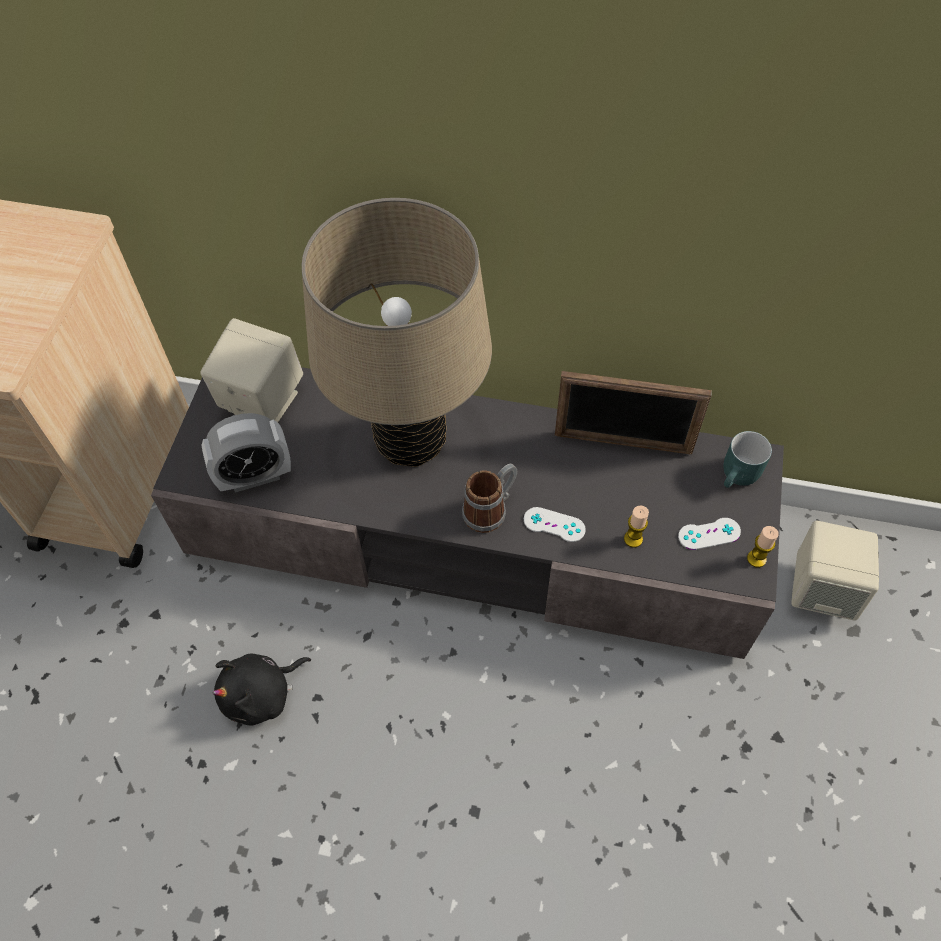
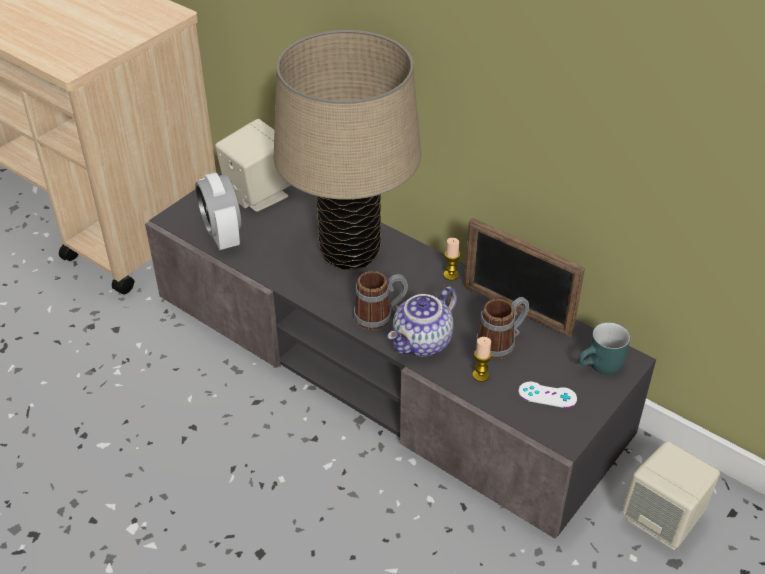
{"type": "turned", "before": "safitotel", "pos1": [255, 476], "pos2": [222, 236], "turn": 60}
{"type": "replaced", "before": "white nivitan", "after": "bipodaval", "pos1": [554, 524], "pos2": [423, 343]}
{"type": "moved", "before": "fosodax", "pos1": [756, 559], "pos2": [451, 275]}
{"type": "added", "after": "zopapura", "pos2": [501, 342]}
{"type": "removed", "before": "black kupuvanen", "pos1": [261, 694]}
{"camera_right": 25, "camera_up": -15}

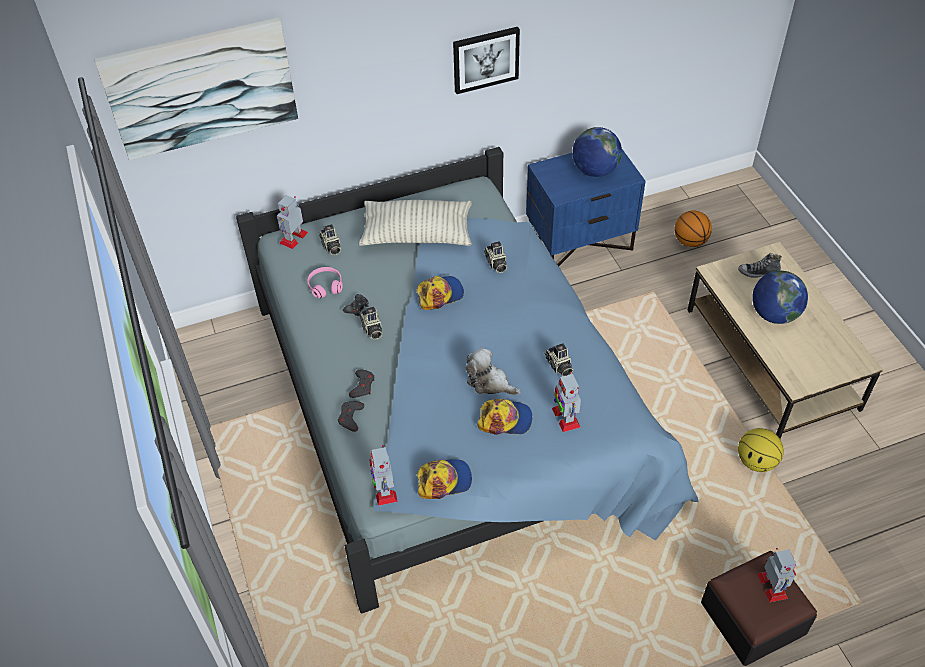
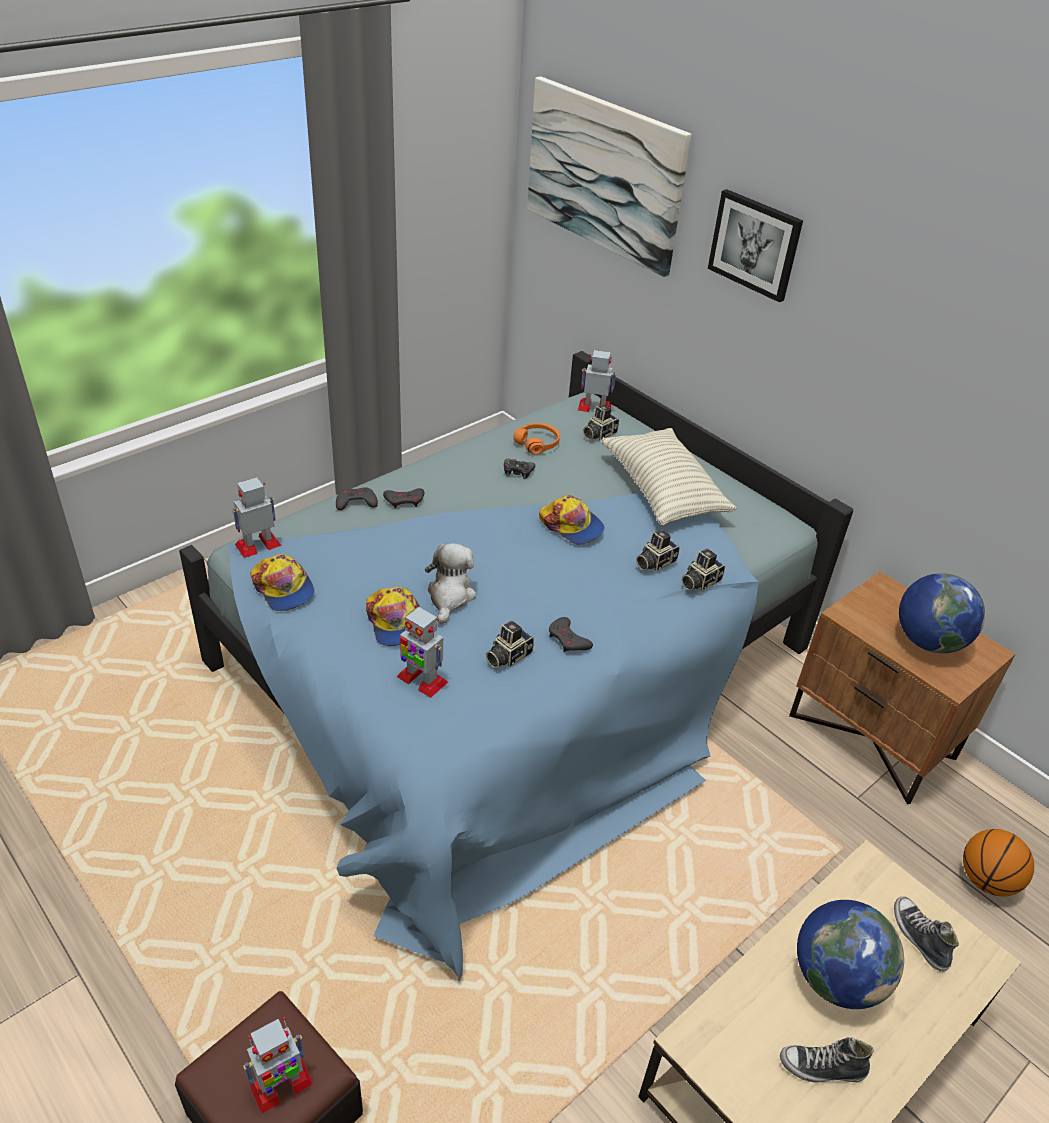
{"type": "turned", "before": "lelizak", "pos1": [565, 417], "pos2": [421, 679], "turn": -105}
{"type": "recoloured", "before": "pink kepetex", "after": "orange kepetex", "pos1": [325, 286], "pos2": [537, 443]}
{"type": "added", "after": "grey nivitan", "pos2": [568, 639]}
{"type": "moved", "before": "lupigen", "pos1": [372, 329], "pos2": [699, 582]}
{"type": "moved", "before": "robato", "pos1": [485, 59], "pos2": [755, 244]}
{"type": "added", "after": "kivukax", "pos2": [822, 1068]}
{"type": "recoloured", "before": "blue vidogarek", "after": "brown vidogarek", "pos1": [580, 242], "pos2": [873, 736]}
{"type": "removed", "before": "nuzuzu", "pos1": [756, 462]}
{"camera_right": 65, "camera_up": -10}

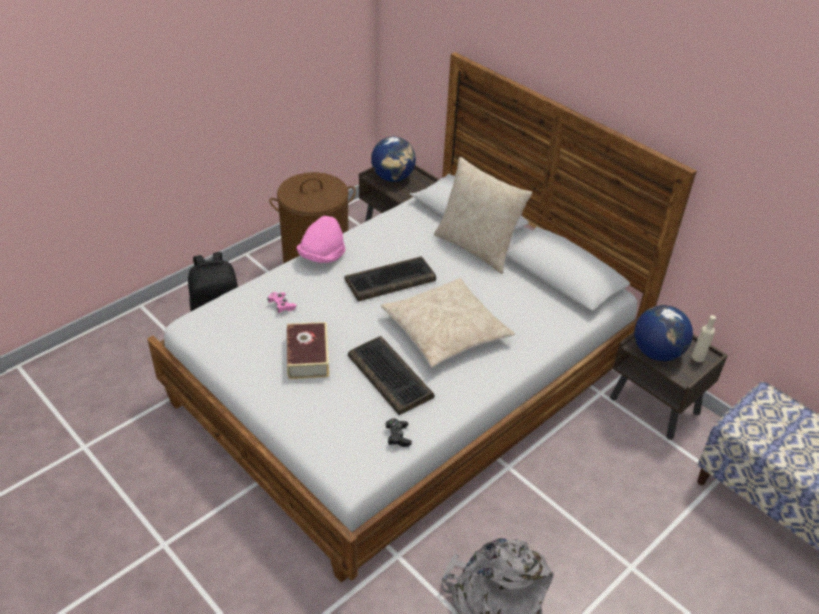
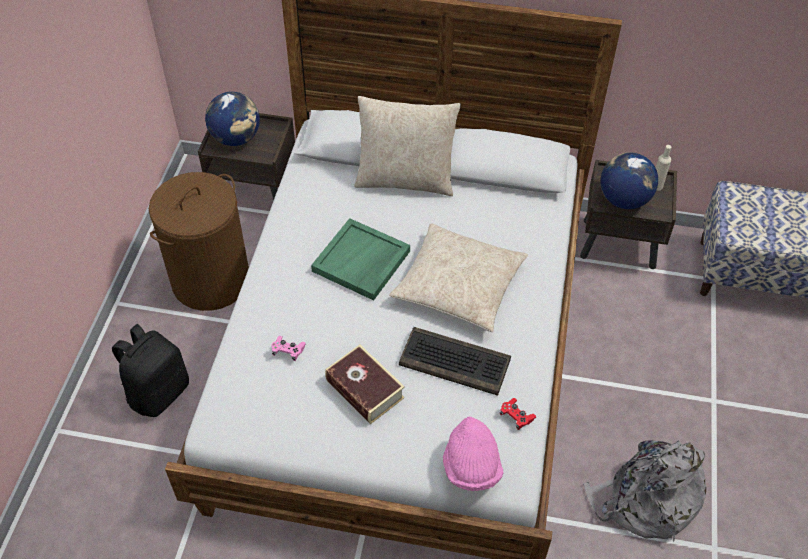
{"type": "replaced", "before": "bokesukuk", "after": "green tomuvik", "pos1": [389, 280], "pos2": [361, 262]}
{"type": "moved", "before": "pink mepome", "pos1": [322, 256], "pos2": [471, 467]}
{"type": "recoloured", "before": "black nivitan", "after": "red nivitan", "pos1": [398, 436], "pos2": [516, 417]}
{"camera_right": -35, "camera_up": 10}

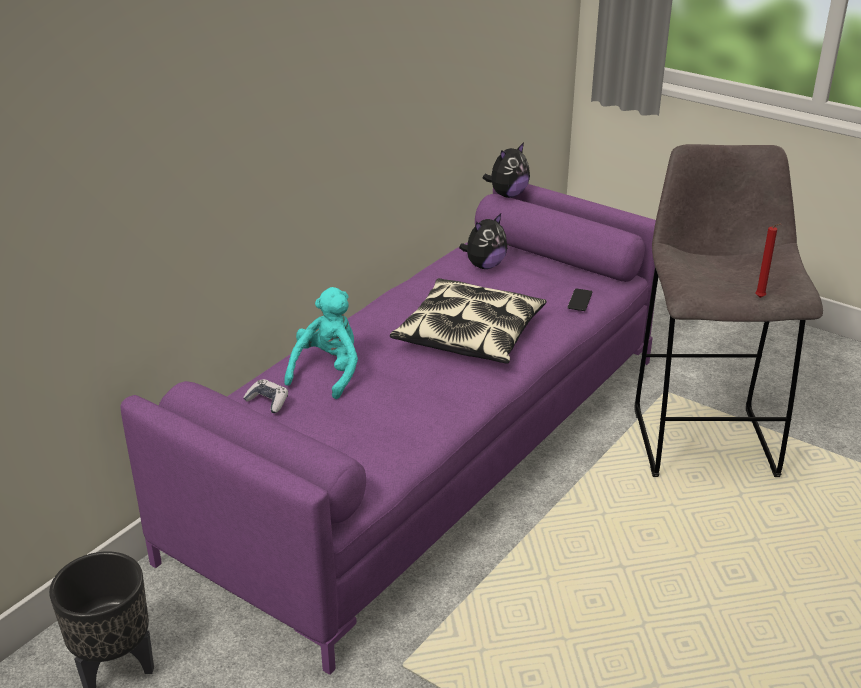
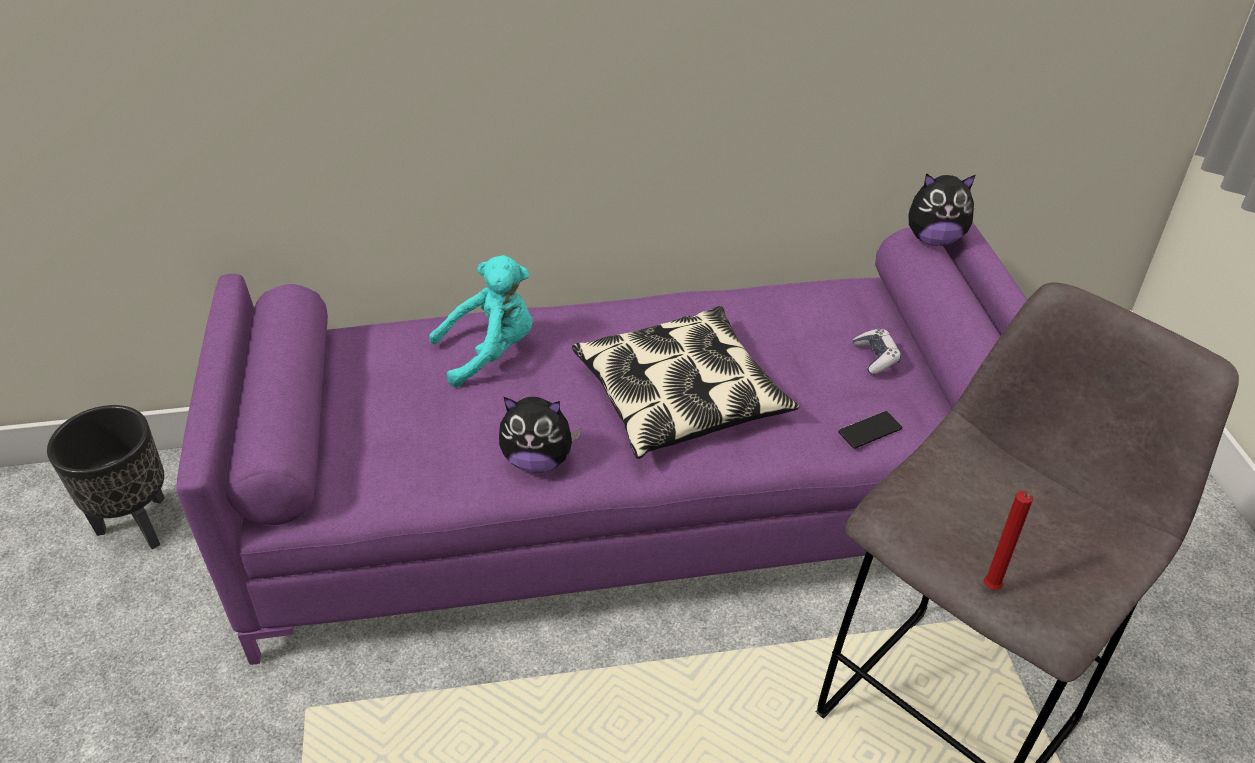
{"type": "moved", "before": "kupuvanen", "pos1": [484, 265], "pos2": [538, 460]}
{"type": "moved", "before": "nivitan", "pos1": [268, 401], "pos2": [875, 357]}
{"camera_right": 45, "camera_up": 10}

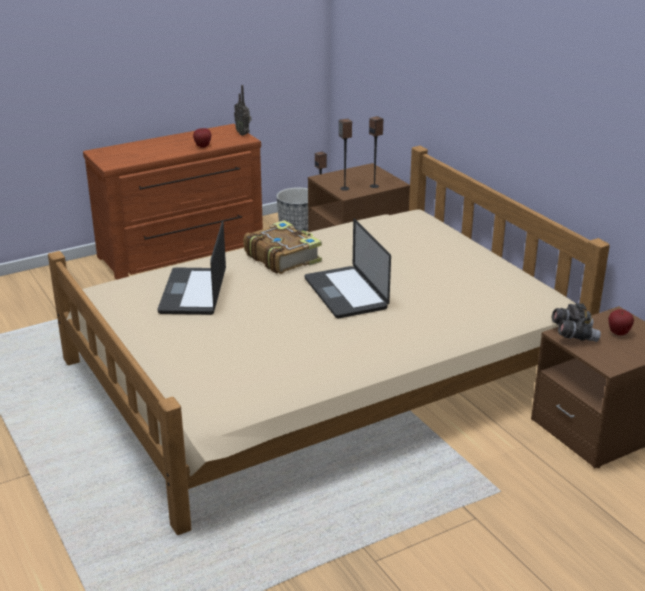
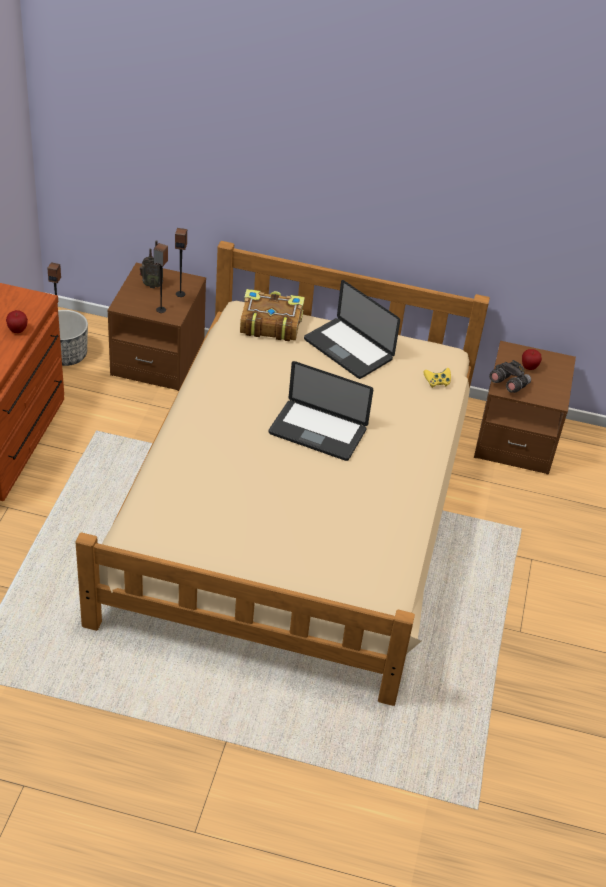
{"type": "moved", "before": "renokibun", "pos1": [243, 134], "pos2": [152, 285]}
{"type": "moved", "before": "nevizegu", "pos1": [282, 257], "pos2": [270, 323]}
{"type": "moved", "before": "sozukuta", "pos1": [193, 293], "pos2": [348, 349]}
{"type": "added", "after": "yellow nivitan", "pos2": [437, 382]}
{"camera_right": -50, "camera_up": 15}

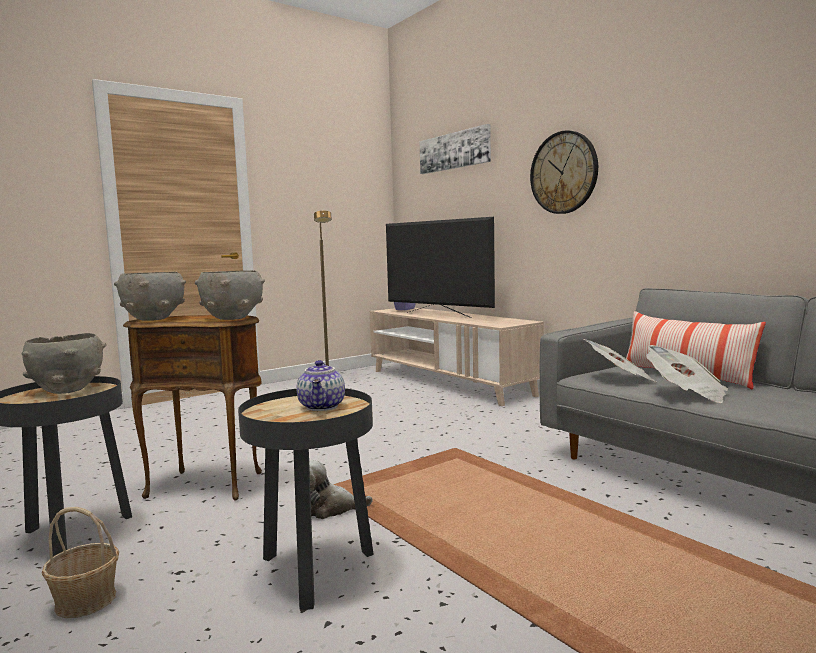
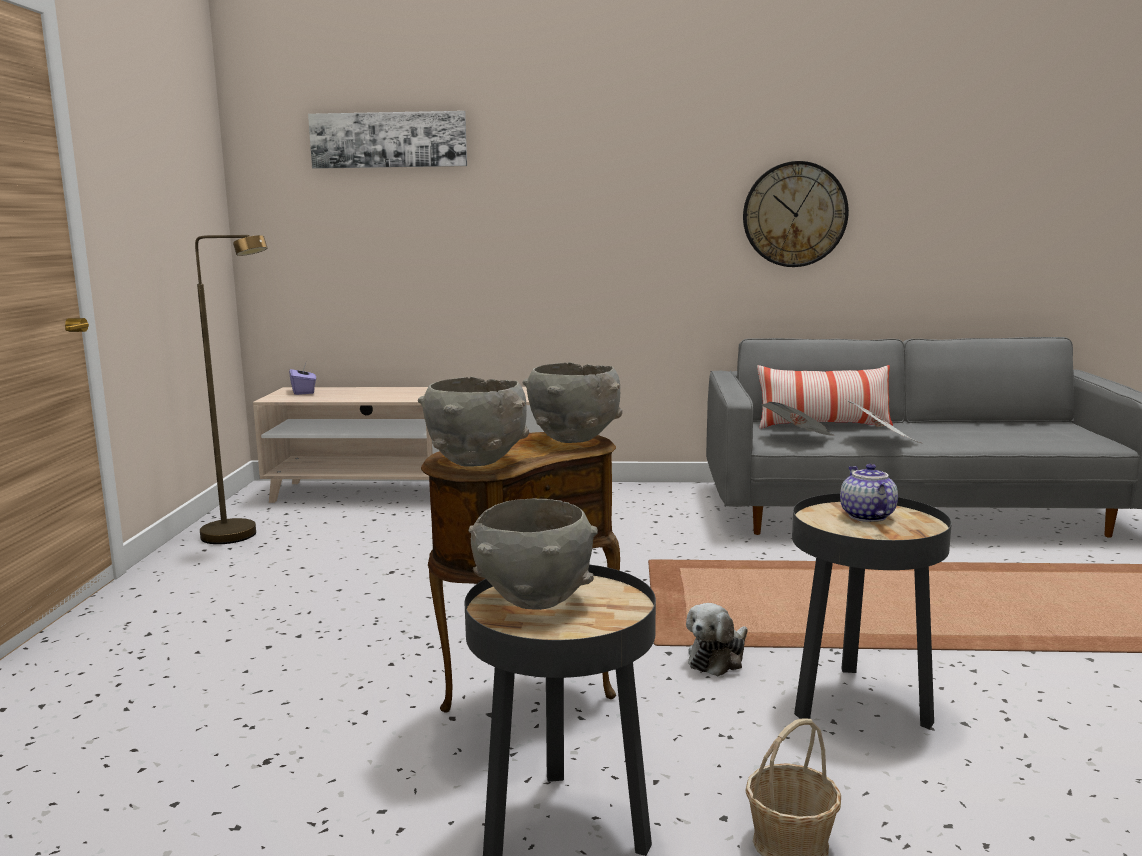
{"type": "moved", "before": "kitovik", "pos1": [564, 173], "pos2": [794, 214]}
{"type": "turned", "before": "bipodaval", "pos1": [323, 407], "pos2": [865, 516], "turn": -135}
{"type": "removed", "before": "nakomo", "pos1": [438, 315]}
{"camera_right": -50, "camera_up": 5}

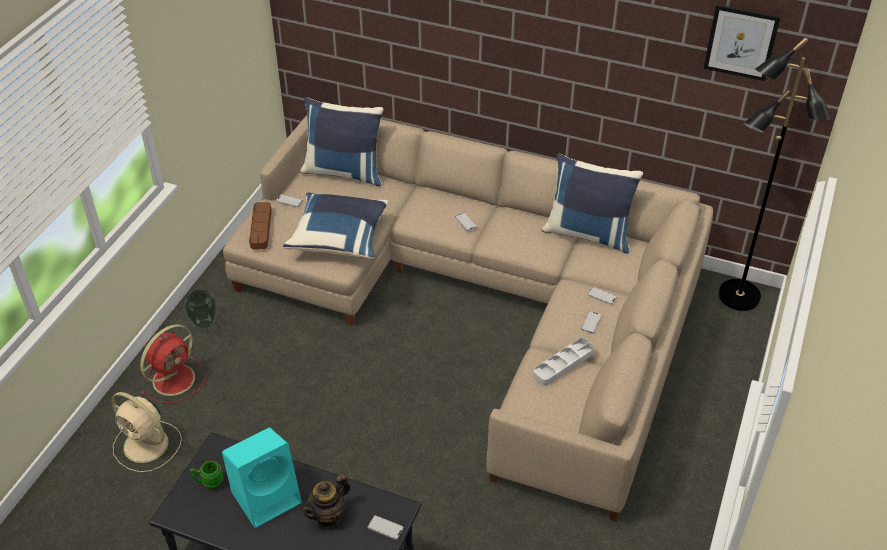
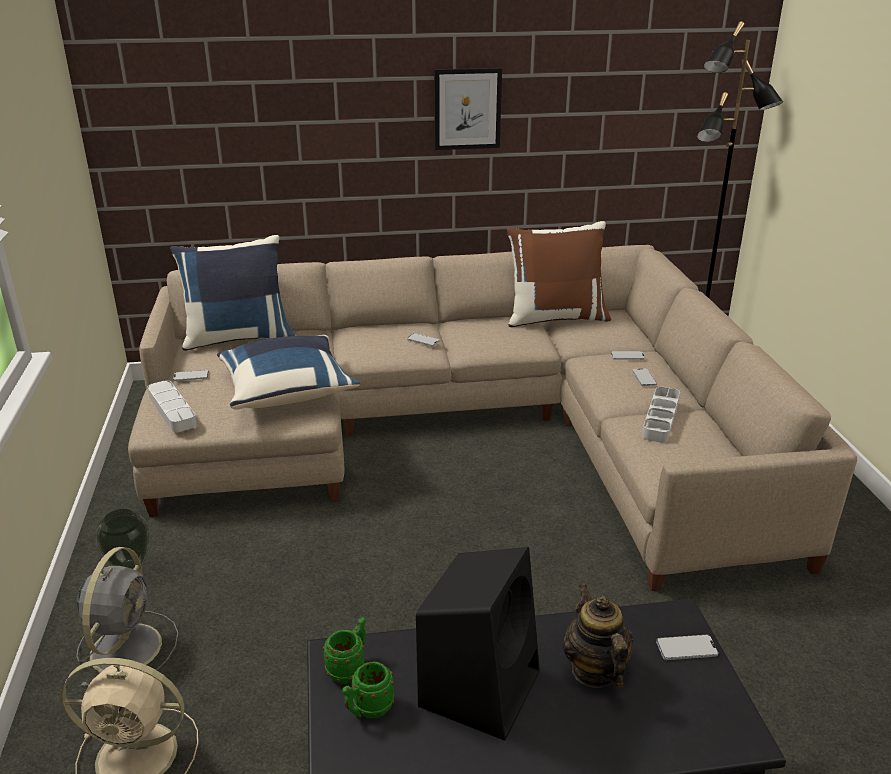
{"type": "recoloured", "before": "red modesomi", "after": "grey modesomi", "pos1": [175, 378], "pos2": [127, 646]}
{"type": "recoloured", "before": "brown tomuvik", "after": "grey tomuvik", "pos1": [261, 228], "pos2": [172, 410]}
{"type": "added", "after": "green zopapura", "pos2": [349, 668]}
{"type": "recoloured", "before": "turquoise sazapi", "after": "black sazapi", "pos1": [267, 496], "pos2": [480, 686]}
{"type": "moved", "before": "robato", "pos1": [741, 42], "pos2": [467, 109]}
{"type": "recoloured", "before": "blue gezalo", "after": "brown gezalo", "pos1": [588, 233], "pos2": [555, 317]}
{"type": "turned", "before": "bipodaval", "pos1": [328, 515], "pos2": [594, 670], "turn": 150}
{"camera_right": -30, "camera_up": -15}

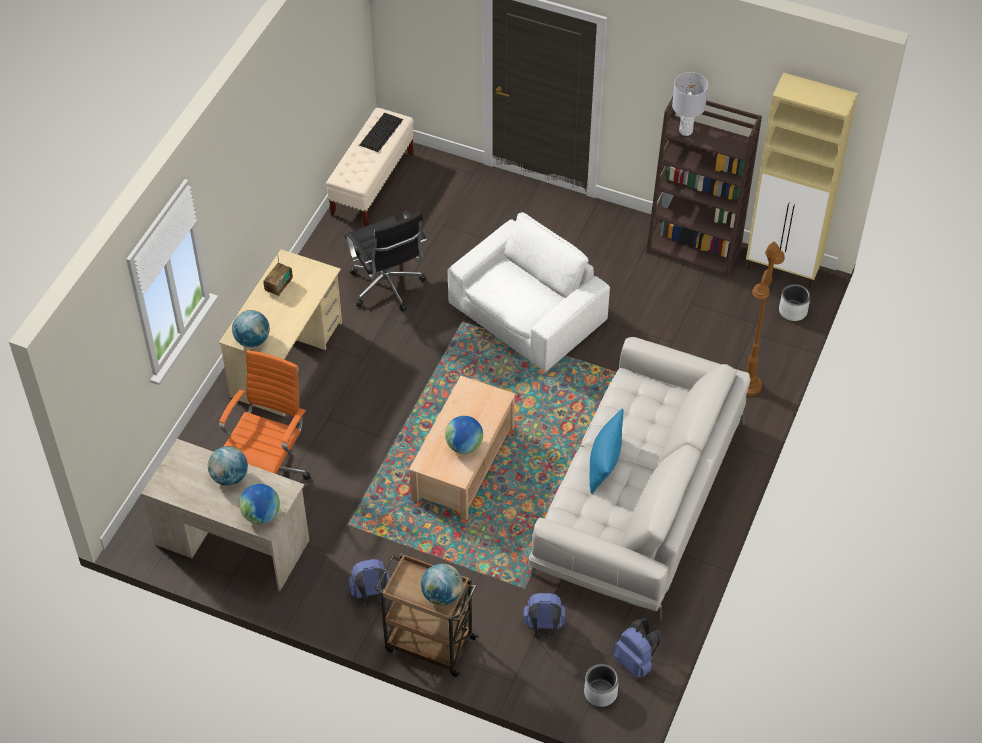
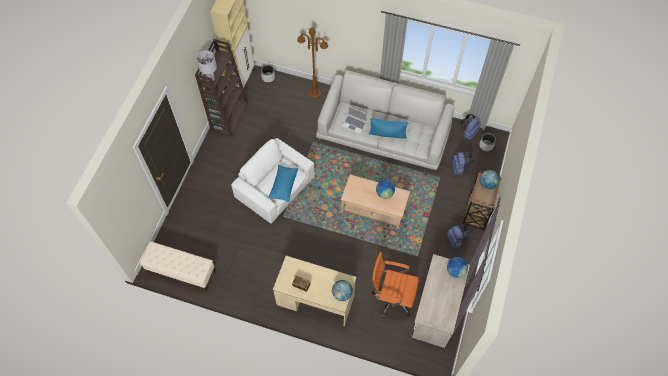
{"type": "added", "after": "blue gezalo", "pos2": [283, 185]}
{"type": "added", "after": "sozukuta", "pos2": [354, 124]}
{"type": "removed", "before": "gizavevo", "pos1": [229, 477]}
{"type": "removed", "before": "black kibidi", "pos1": [388, 288]}
{"type": "removed", "before": "bokesukuk", "pos1": [381, 132]}
{"camera_right": -95, "camera_up": 10}

